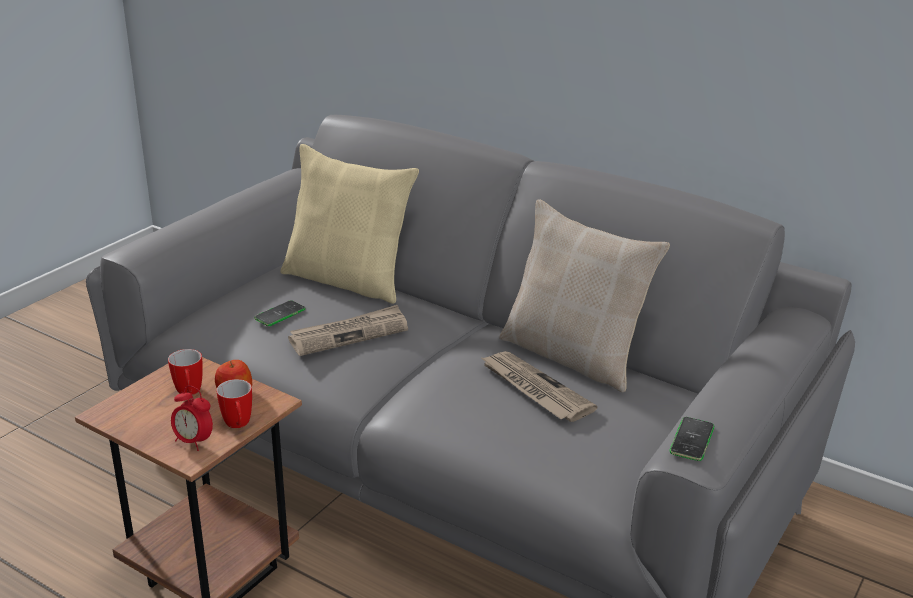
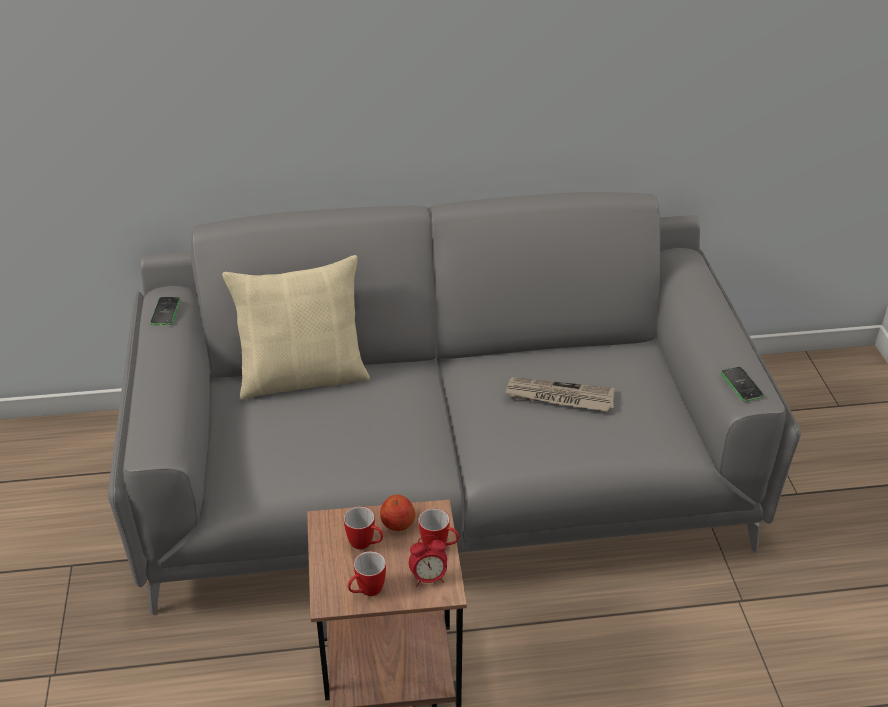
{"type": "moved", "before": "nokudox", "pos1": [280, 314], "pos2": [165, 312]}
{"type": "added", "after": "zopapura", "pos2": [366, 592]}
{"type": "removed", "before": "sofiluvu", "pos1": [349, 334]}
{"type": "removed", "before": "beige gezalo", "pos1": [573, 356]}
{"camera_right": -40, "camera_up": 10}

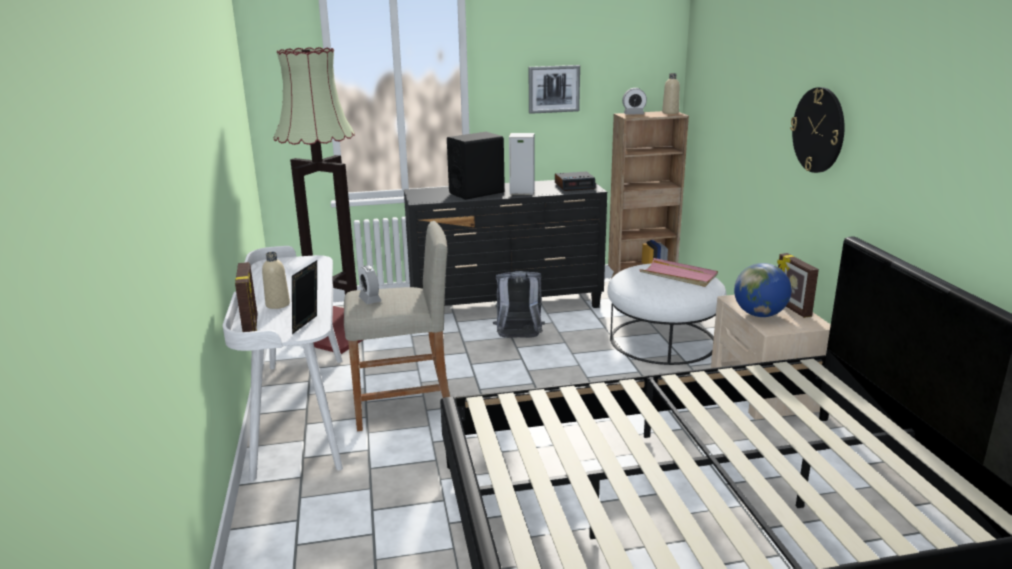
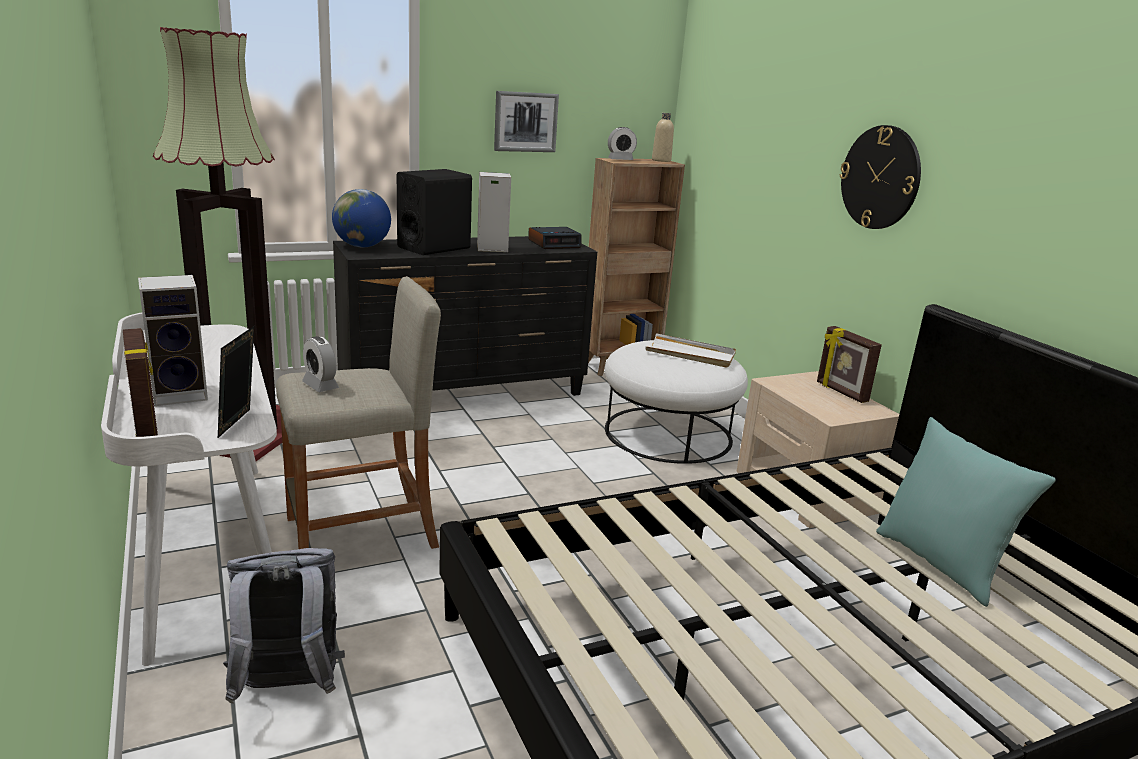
{"type": "replaced", "before": "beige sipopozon", "after": "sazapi", "pos1": [278, 304], "pos2": [182, 394]}
{"type": "moved", "before": "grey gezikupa", "pos1": [518, 339], "pos2": [287, 688]}
{"type": "moved", "before": "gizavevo", "pos1": [759, 314], "pos2": [362, 246]}
{"type": "recoloured", "before": "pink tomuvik", "after": "white tomuvik", "pos1": [678, 275], "pos2": [690, 354]}
{"type": "added", "after": "turquoise gezalo", "pos2": [940, 563]}
{"camera_right": -15, "camera_up": 0}

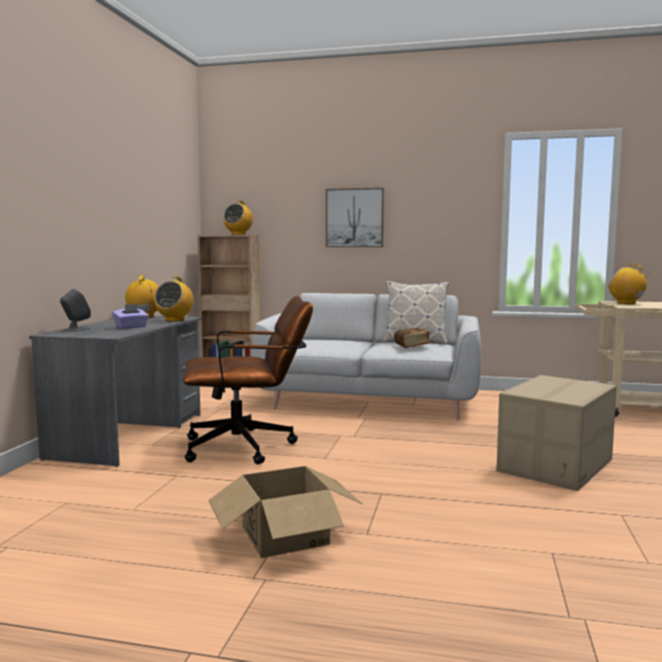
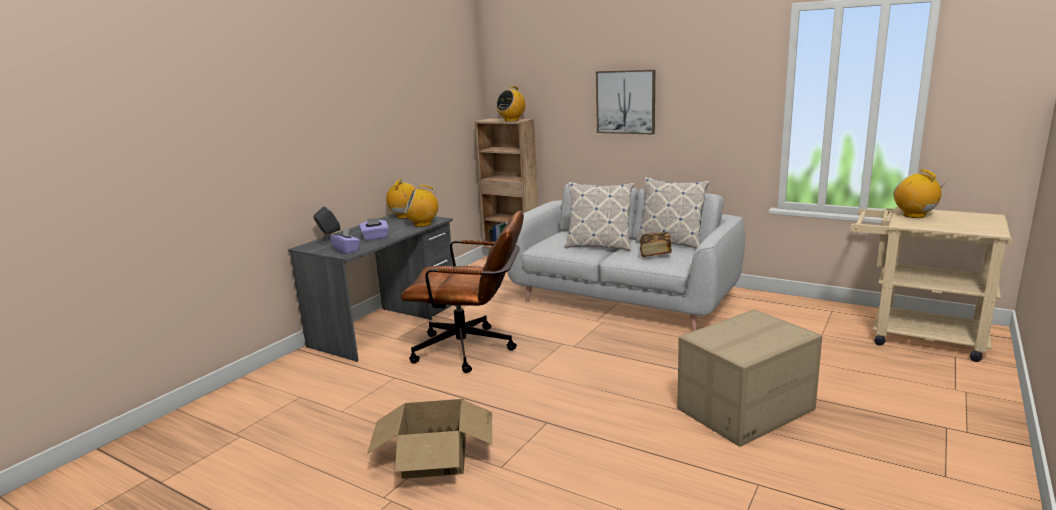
{"type": "added", "after": "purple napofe", "pos2": [346, 250]}
{"type": "turned", "before": "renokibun", "pos1": [174, 320], "pos2": [423, 224], "turn": 45}
{"type": "added", "after": "gezalo", "pos2": [599, 246]}
{"camera_right": 20, "camera_up": 10}

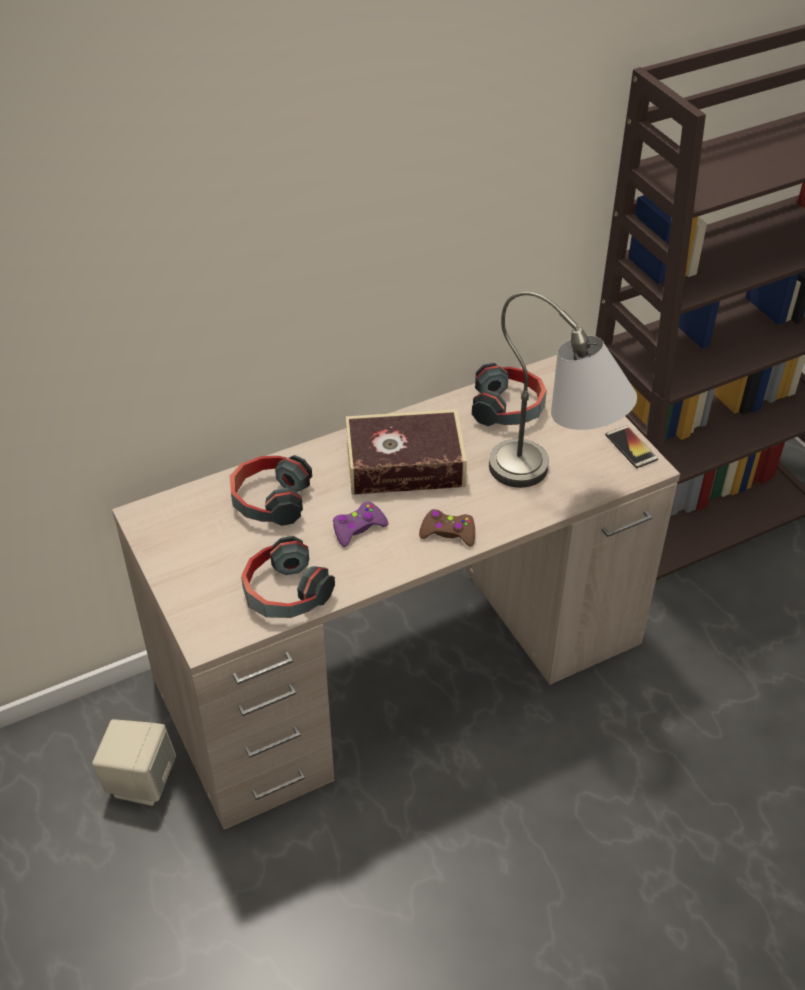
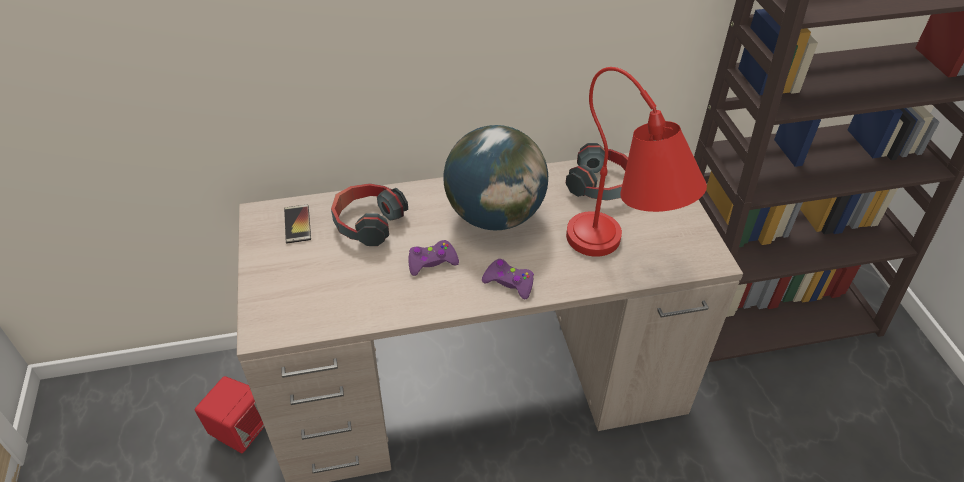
{"type": "recoloured", "before": "beige sazapi", "after": "red sazapi", "pos1": [140, 781], "pos2": [241, 430]}
{"type": "moved", "before": "nokudox", "pos1": [631, 447], "pos2": [297, 224]}
{"type": "replaced", "before": "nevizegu", "after": "gizavevo", "pos1": [405, 464], "pos2": [493, 215]}
{"type": "recoloured", "before": "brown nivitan", "after": "purple nivitan", "pos1": [448, 533], "pos2": [509, 282]}
{"type": "recoloured", "before": "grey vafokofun", "after": "red vafokofun", "pos1": [555, 482], "pos2": [622, 257]}
{"type": "removed", "before": "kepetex", "pos1": [284, 593]}
{"camera_right": 15, "camera_up": 0}

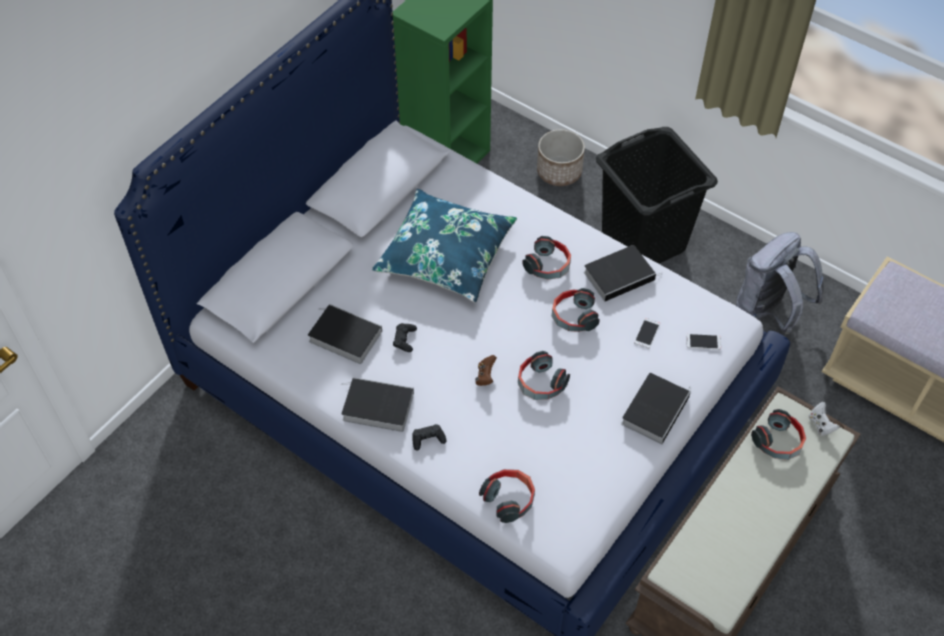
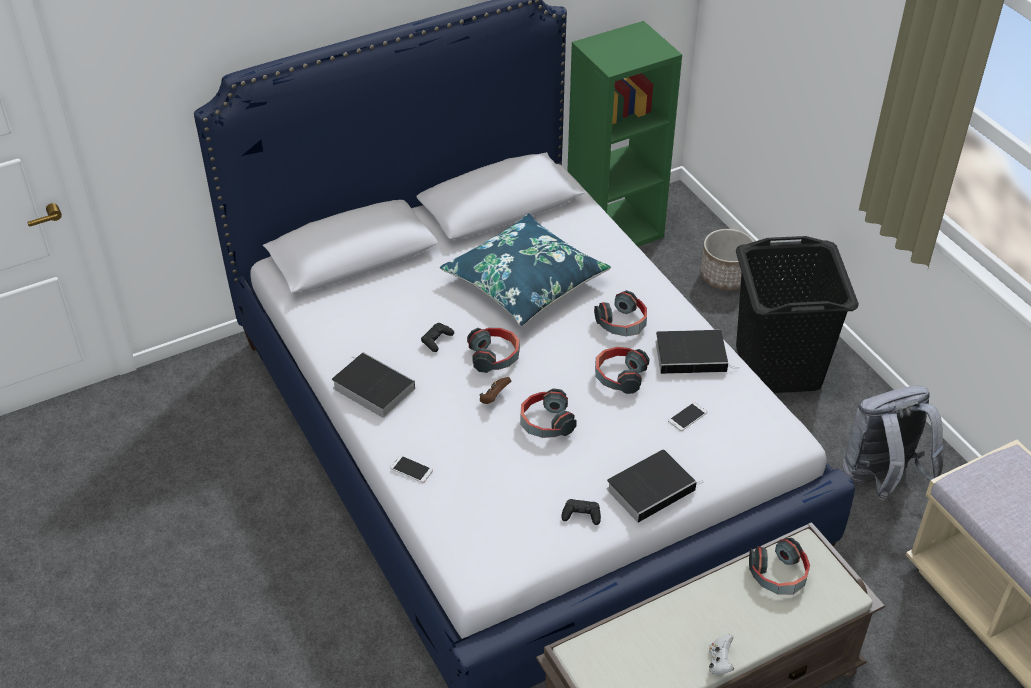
{"type": "moved", "before": "nokudox", "pos1": [703, 342], "pos2": [411, 469]}
{"type": "moved", "before": "kepetex", "pos1": [509, 498], "pos2": [495, 356]}
{"type": "moved", "before": "black nivitan", "pos1": [428, 439], "pos2": [581, 515]}
{"type": "moved", "before": "white nivitan", "pos1": [820, 425], "pos2": [719, 662]}
{"type": "removed", "before": "nevizegu", "pos1": [343, 336]}
{"camera_right": 25, "camera_up": -10}

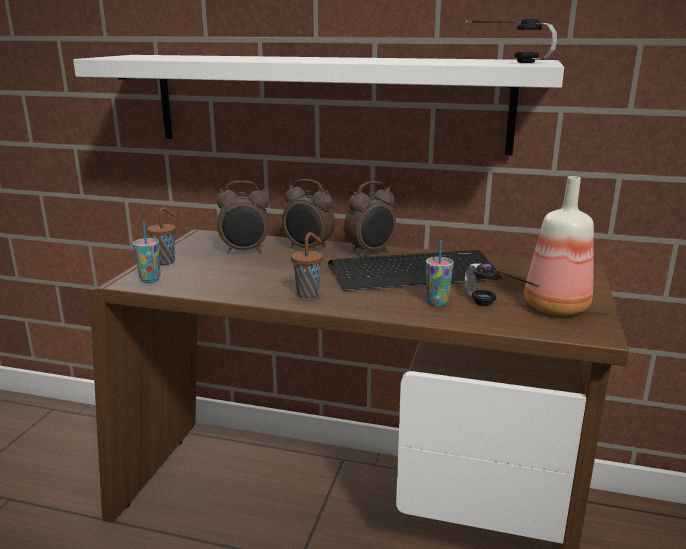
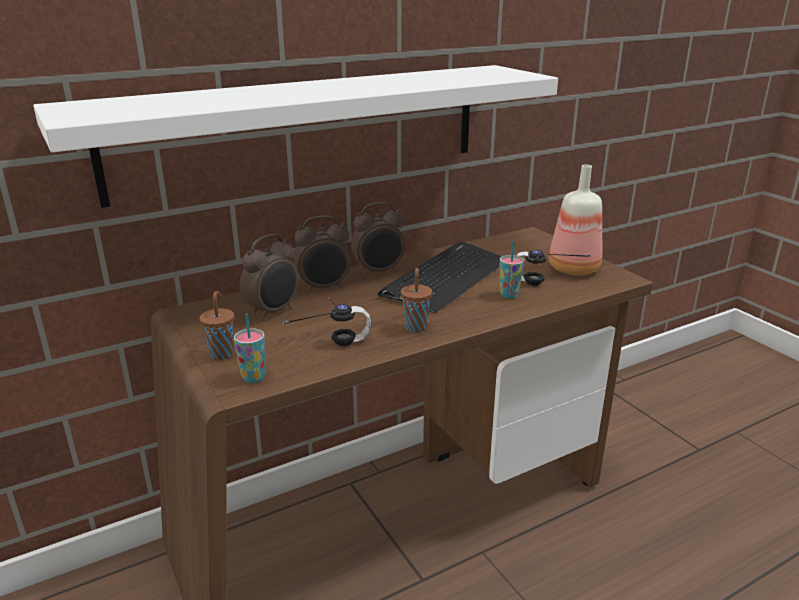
{"type": "moved", "before": "kepetex", "pos1": [512, 61], "pos2": [327, 341]}
{"type": "turned", "before": "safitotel", "pos1": [371, 252], "pos2": [379, 272], "turn": 60}
{"camera_right": -45, "camera_up": 5}

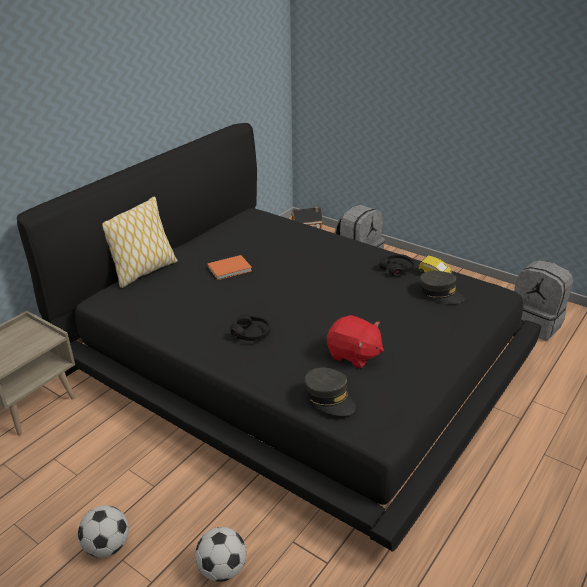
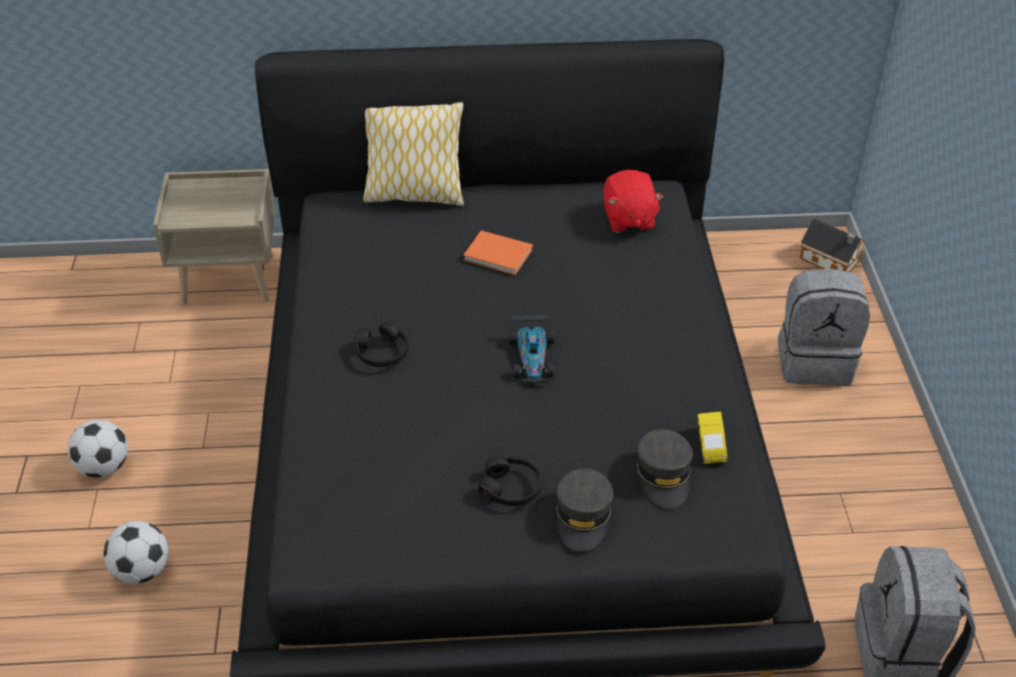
{"type": "moved", "before": "black kepetex", "pos1": [397, 268], "pos2": [511, 488]}
{"type": "added", "after": "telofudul", "pos2": [532, 357]}
{"type": "moved", "before": "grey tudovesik", "pos1": [329, 398], "pos2": [583, 517]}
{"type": "moved", "before": "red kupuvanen", "pos1": [353, 355], "pos2": [628, 219]}
{"camera_right": 50, "camera_up": 10}

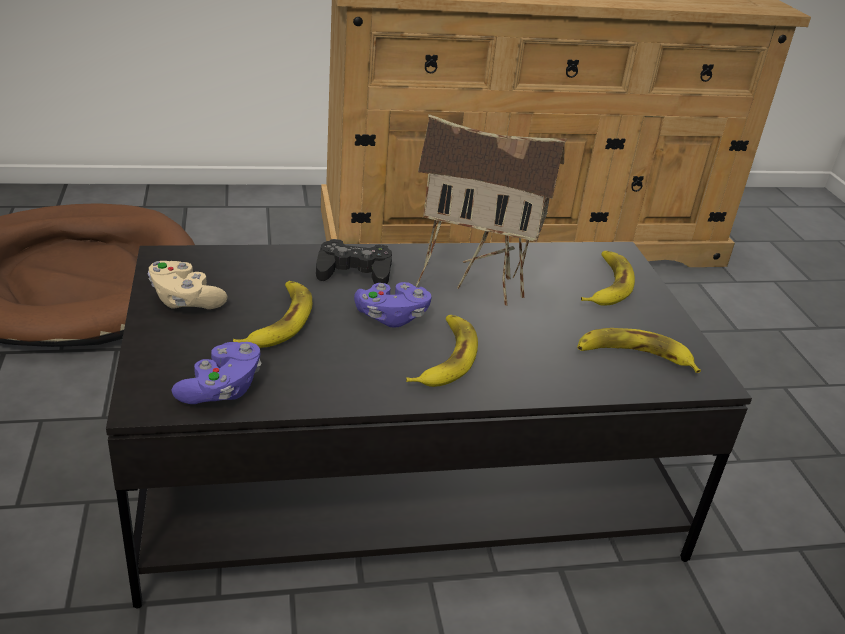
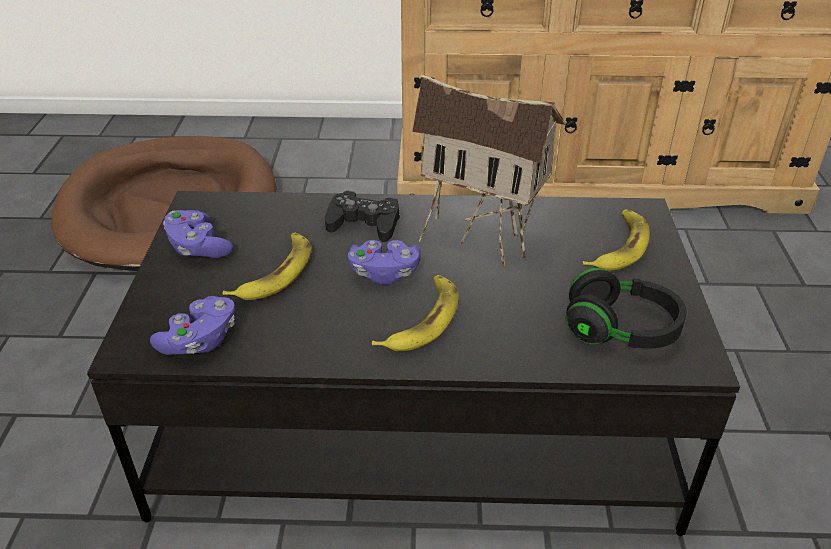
{"type": "recoloured", "before": "beige nivitan", "after": "purple nivitan", "pos1": [185, 300], "pos2": [198, 248]}
{"type": "replaced", "before": "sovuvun", "after": "black kepetex", "pos1": [633, 356], "pos2": [620, 330]}
{"camera_right": 15, "camera_up": 5}

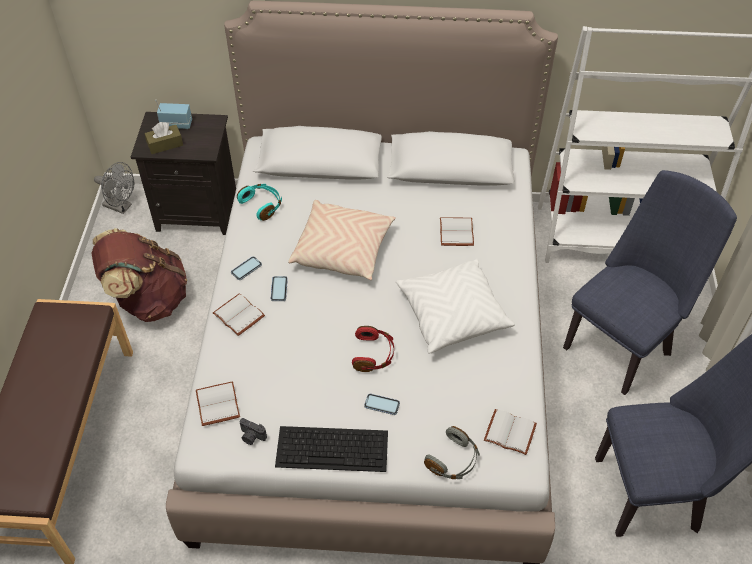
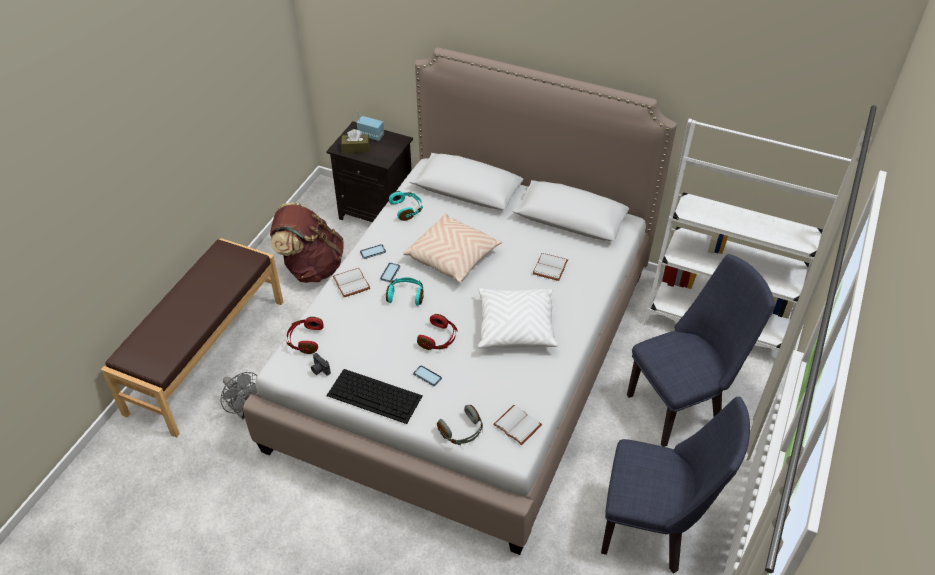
{"type": "moved", "before": "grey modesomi", "pos1": [121, 206], "pos2": [244, 410]}
{"type": "replaced", "before": "white nevizegu", "after": "red kepetex", "pos1": [216, 404], "pos2": [305, 340]}
{"type": "added", "after": "turquoise kepetex", "pos2": [406, 295]}
{"camera_right": 20, "camera_up": -5}

